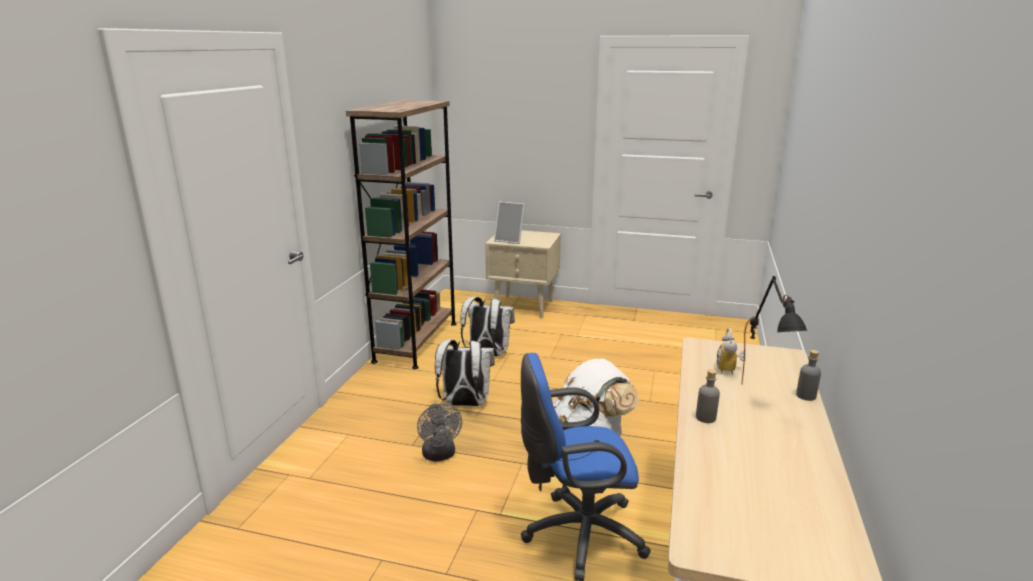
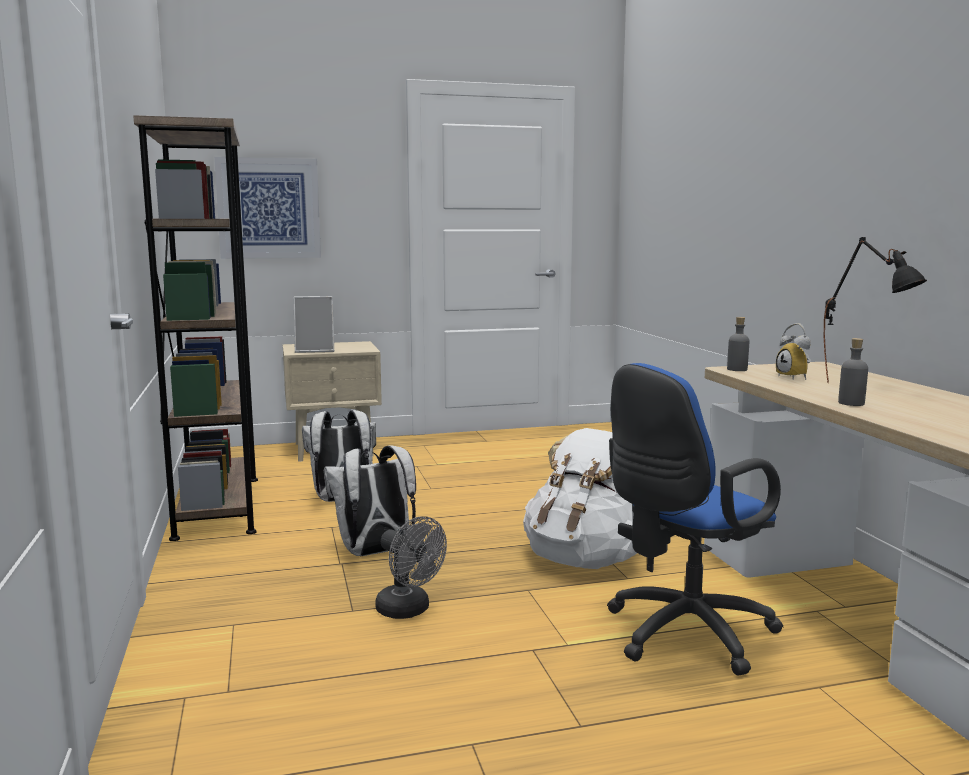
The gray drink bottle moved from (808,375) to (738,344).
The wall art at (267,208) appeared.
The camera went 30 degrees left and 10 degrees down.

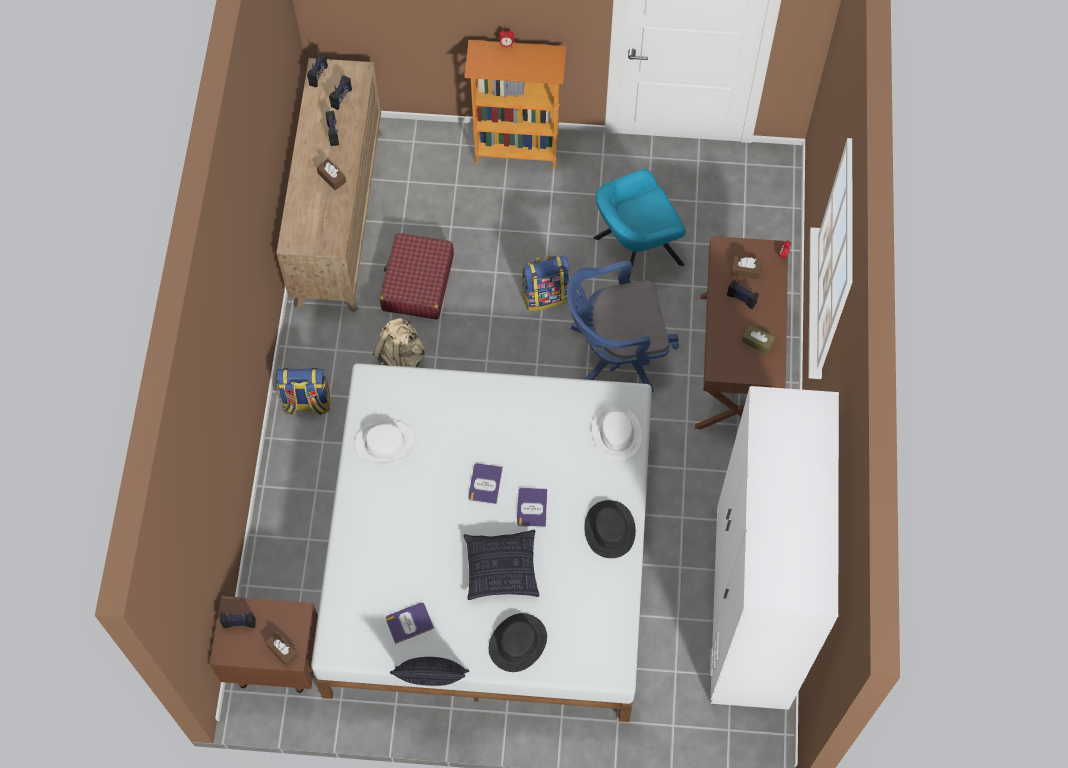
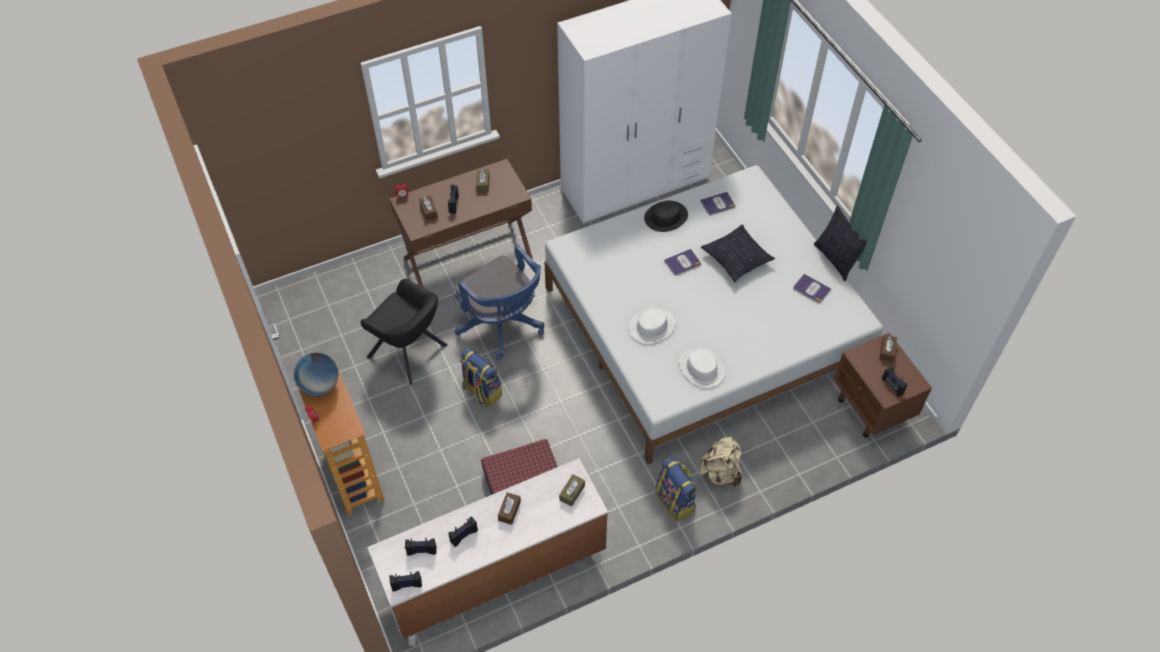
The brown-coloured chest of drawers at (329,185) became the white-coloured chest of drawers at (487,552).
The turquoise armchair at (639,224) became the blackish armchair at (404,332).
The beige knapsack moved from (399,343) to (721,461).
The white-coloured clothing hat moved from (617,432) to (652,325).
The volume moved from (485,484) to (717,204).
The blackish clothing hat at (518,642) disappeared.
The desk globe at (316,374) appeared.
The brown-coloured tissue holder at (572,490) appeared.
The camera went 120 degrees left and 10 degrees down.

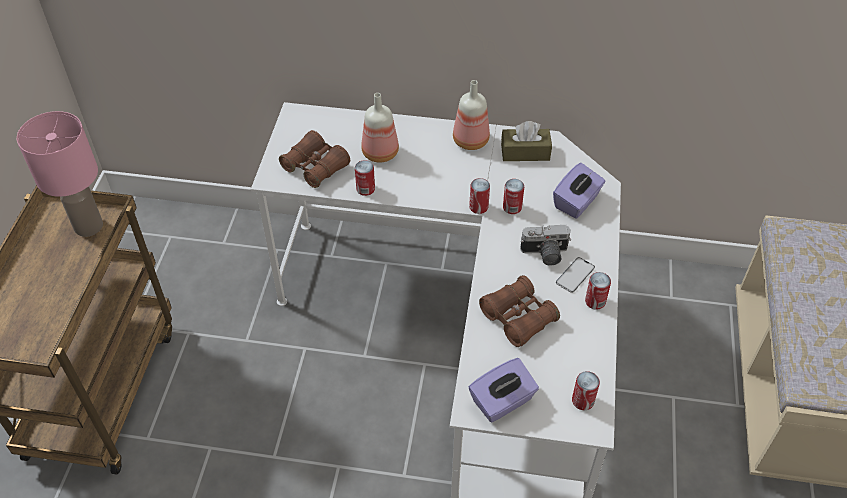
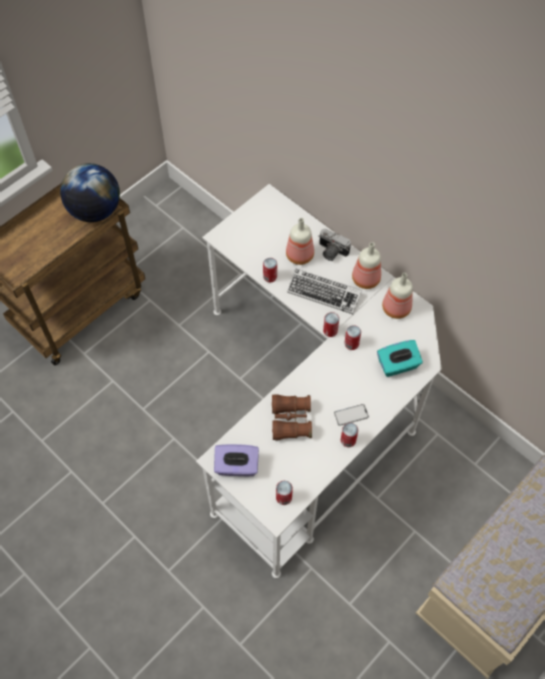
The pink-coloured lamp for a table at (60,174) was replaced by the desk globe at (90,192).
The brown-coloured tissue holder at (526,141) was replaced by the drink bottle at (397,296).
The brown-coloured field glasses at (314,159) disappeared.
The purple tissue holder at (579,190) became the turquoise tissue holder at (400,358).
The still camera moved from (545,245) to (334,245).
The PC keyboard at (324,291) appeared.
The camera went 35 degrees right and 10 degrees up.

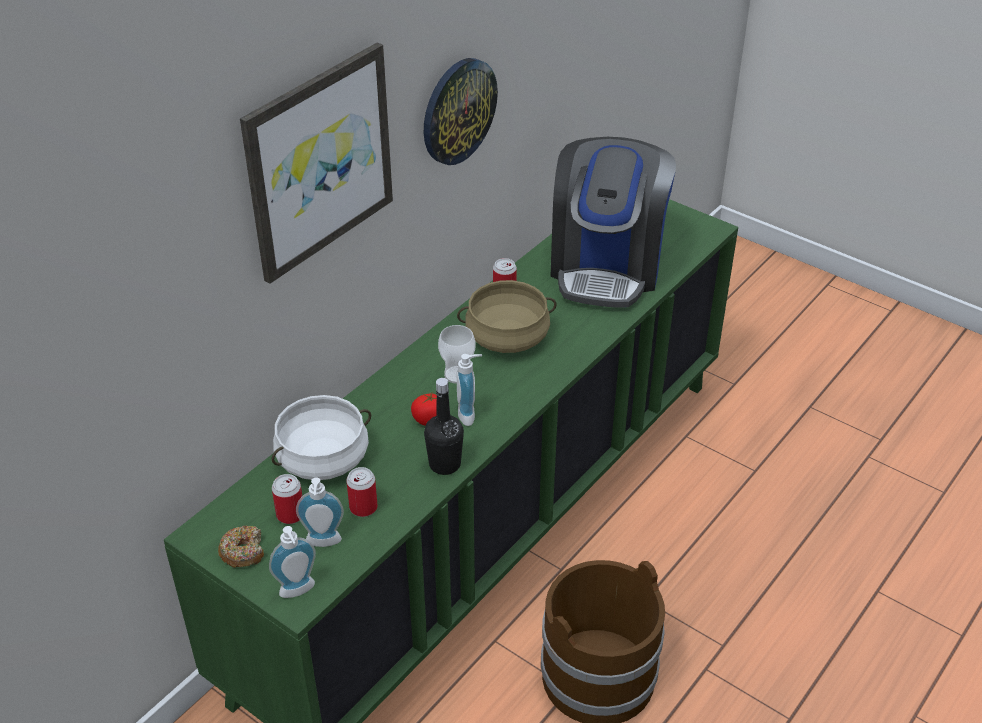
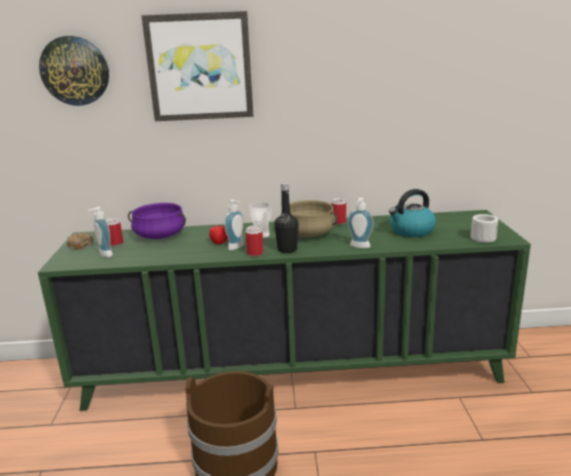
The hanging clock moved from (461,111) to (74,71).
The coffee brewer at (613,222) was replaced by the kettle at (412,213).
The blackish drink bottle moved from (444,426) to (286,218).
The white-coloured stockpot at (321,437) became the purple stockpot at (157,221).
The metal can moved from (362,492) to (254,241).
The liquid soap bottle moved from (292,562) to (361,223).
The white-coloured mug at (484,228) appeared.
The camera went 50 degrees right and 20 degrees down.

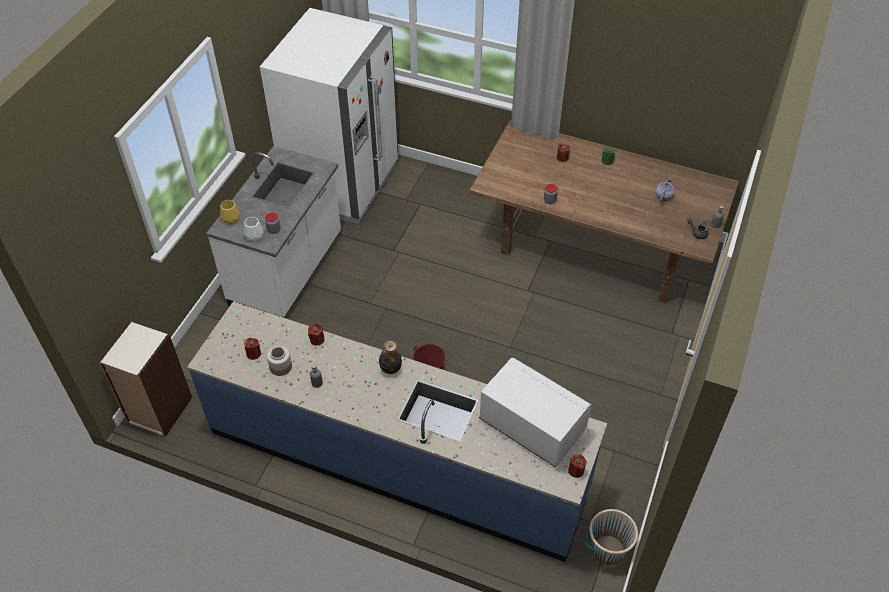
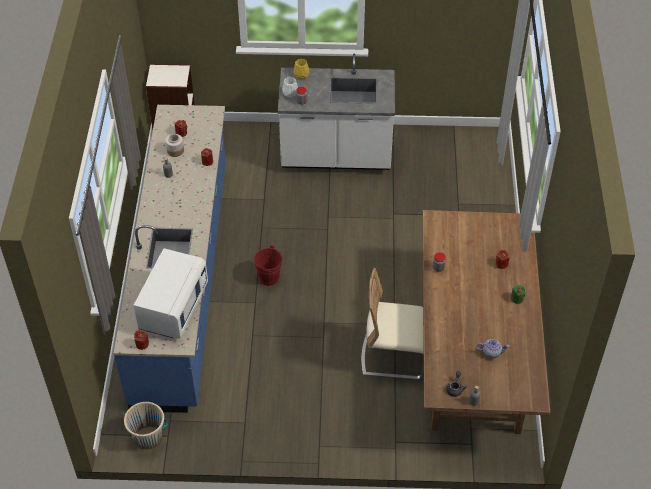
The white-coloured refrigerator at (329,116) disappeared.
The drink bottle at (390,357) disappeared.
The beige chair at (392,324) appeared.
The camera went 70 degrees right and 0 degrees up.

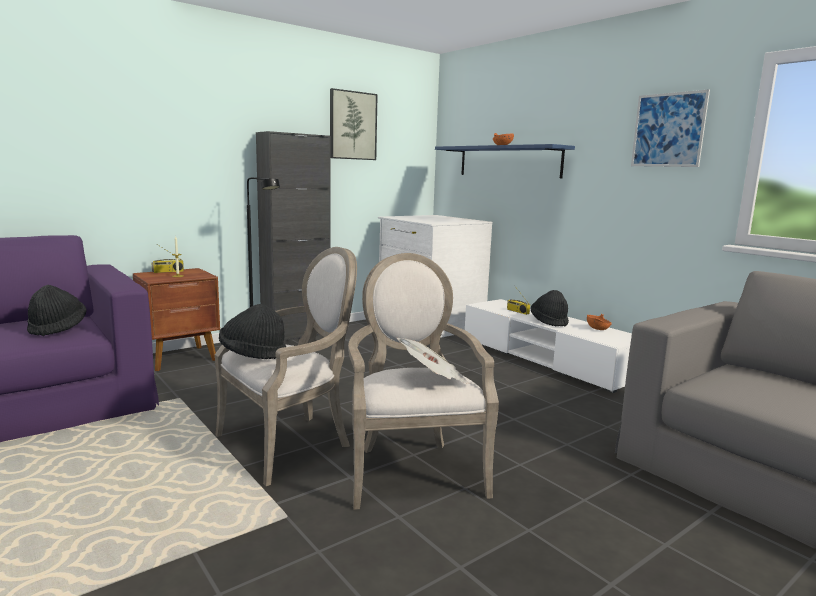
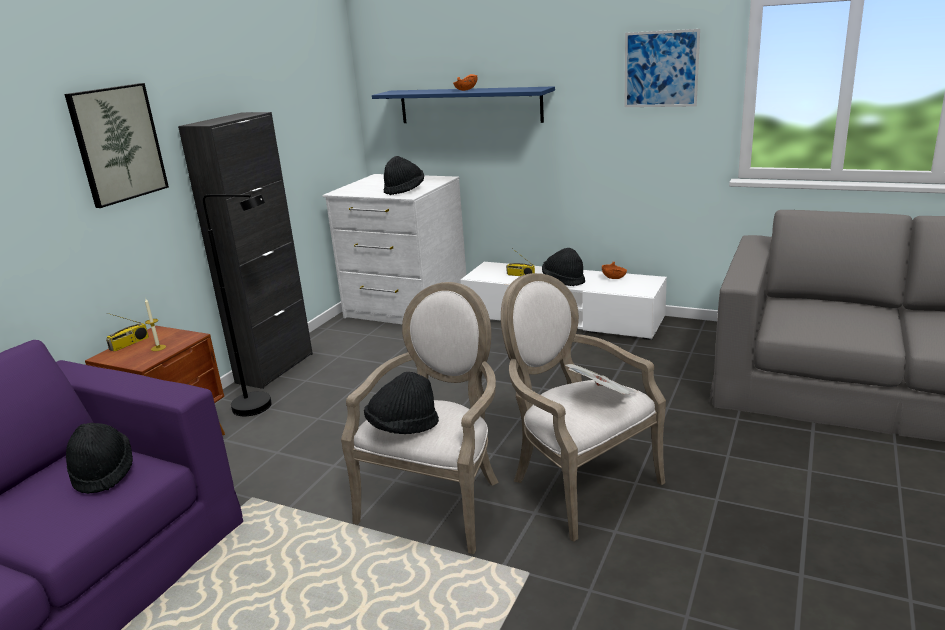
The wall art moved from (354,124) to (116,145).
The blackish clothing hat at (404,175) appeared.
The camera went 25 degrees left and 10 degrees up.

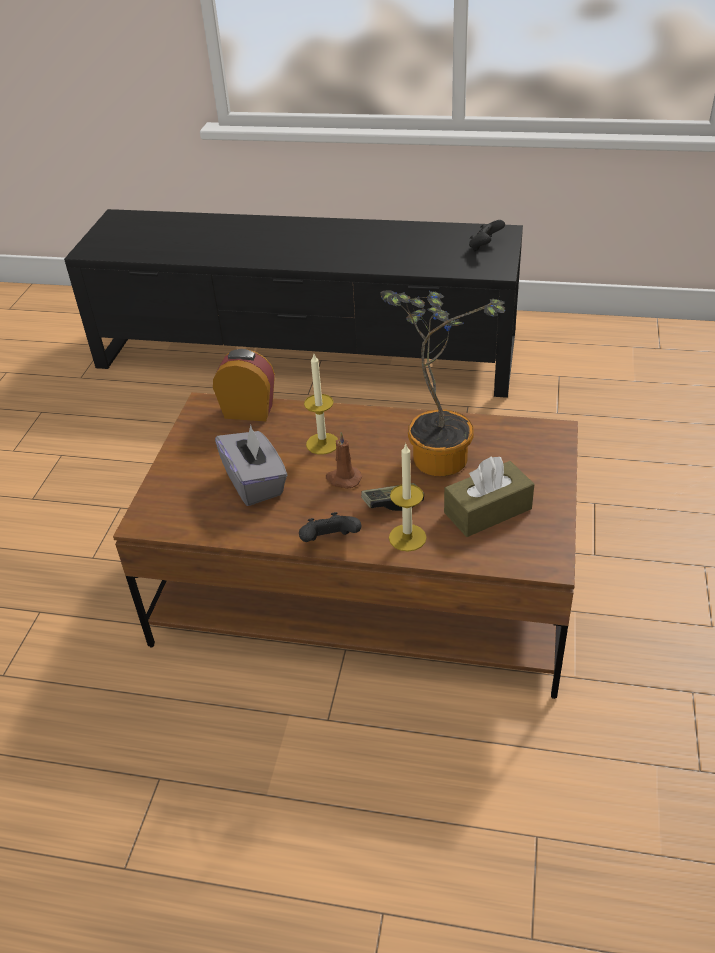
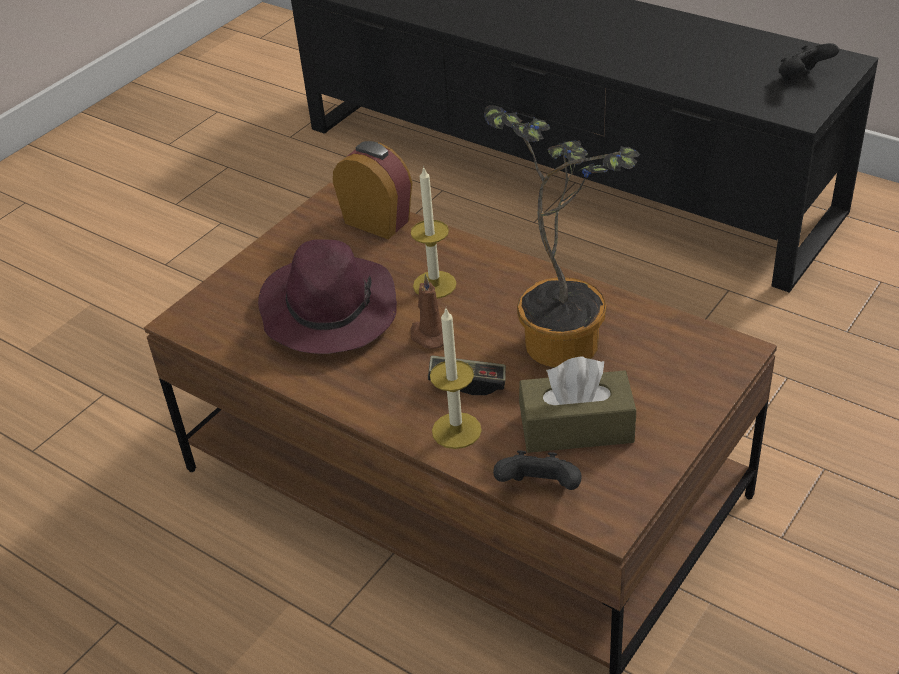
The gray tissue holder at (251,465) was replaced by the purple clothing hat at (327,297).
The blackish game controller moved from (330,527) to (537,470).
The camera went 25 degrees right and 0 degrees up.

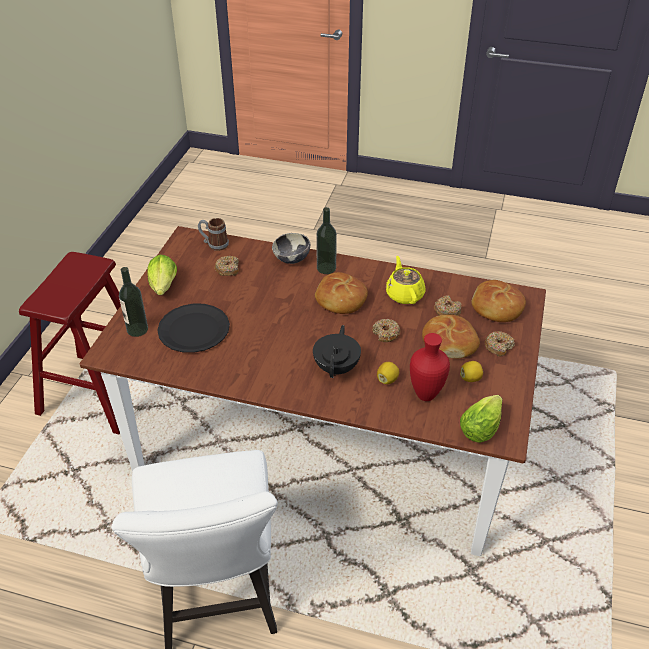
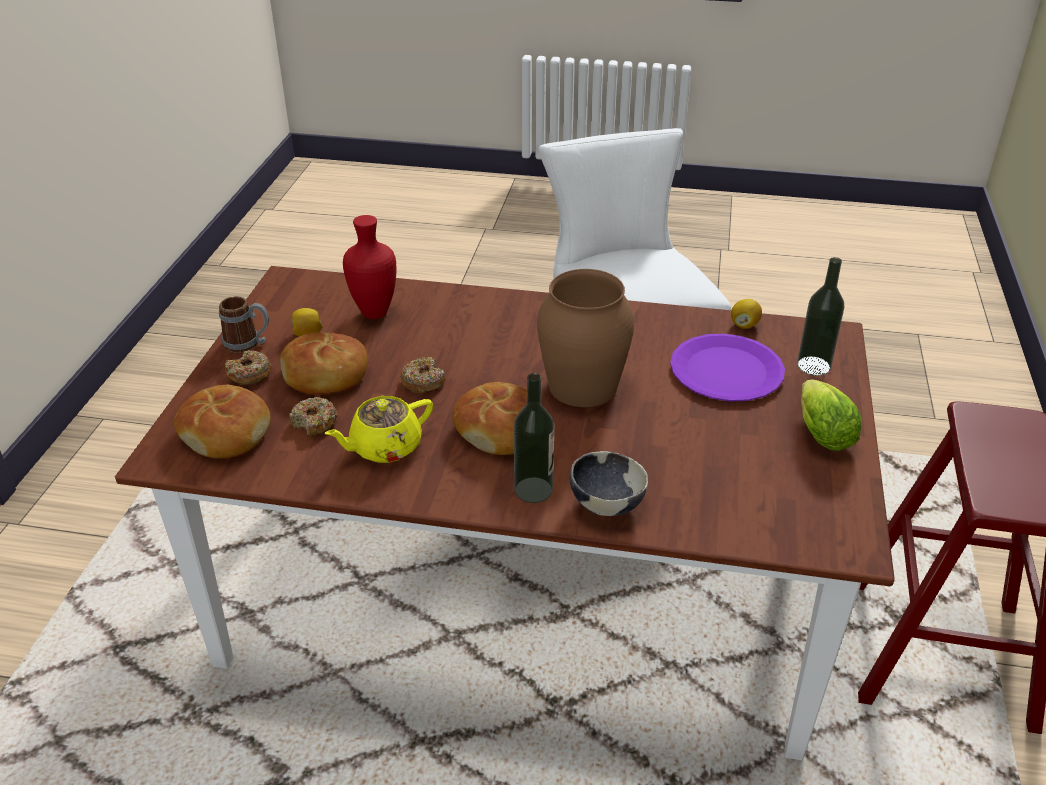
The mug moved from (213,234) to (244,324).
The donut at (227,266) disappeared.
The yellow tea pot at (406,280) turned 75 degrees clockwise.
The blackish dinner plate at (193,328) became the purple dinner plate at (727,367).
The blackish tea pot at (337,351) disappeared.
The whole lemon moved from (388,373) to (746,314).
The lettuce head at (481,419) disappeared.
The brown-coloured vase at (585,338) appeared.
The camera went 175 degrees right and 5 degrees down.

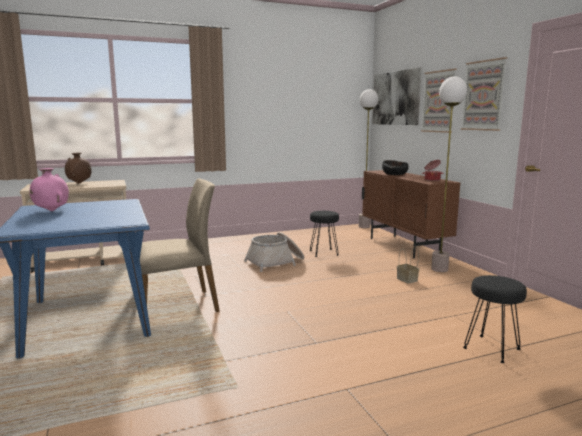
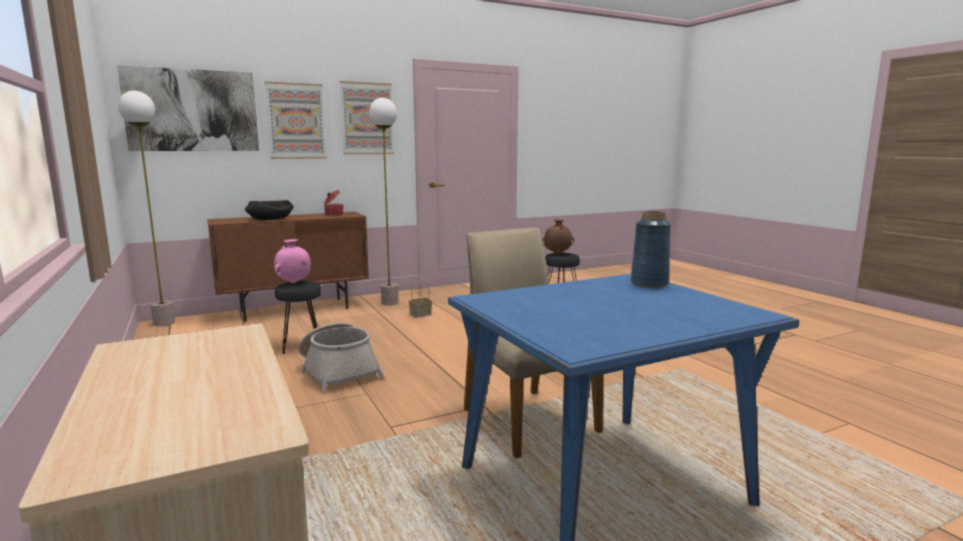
The brown-coloured vase moved from (78,168) to (558,236).
The pink-coloured vase moved from (49,189) to (292,261).
The bluish vase at (650,249) appeared.
The camera went 95 degrees left and 0 degrees up.

